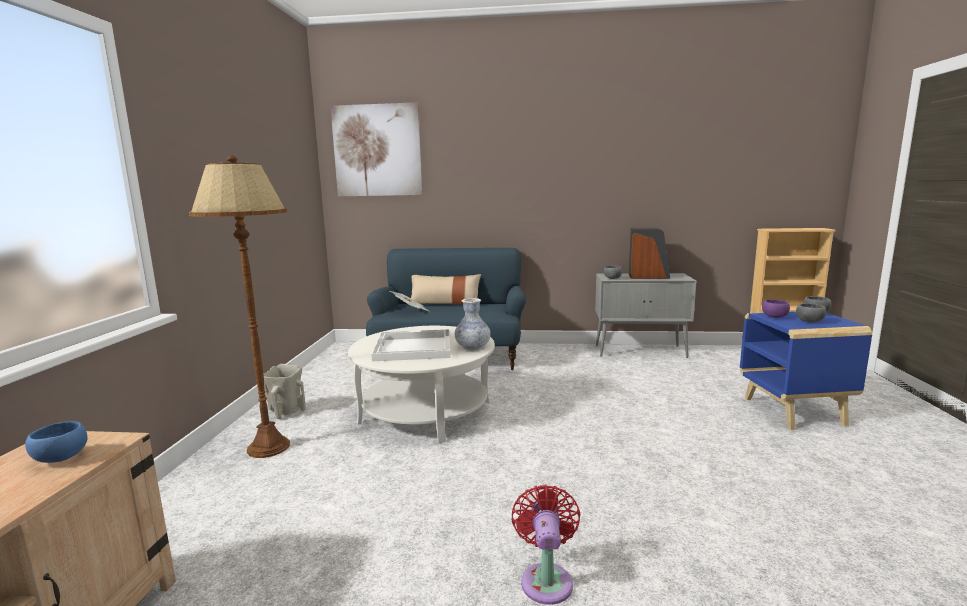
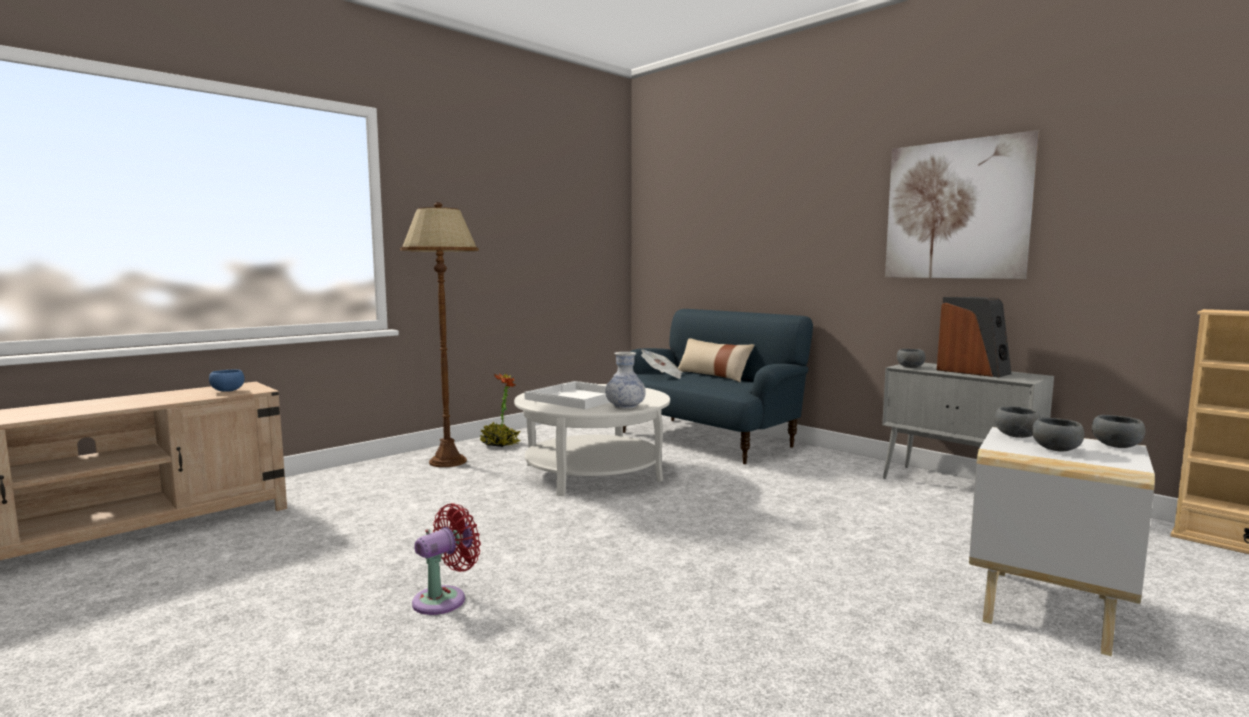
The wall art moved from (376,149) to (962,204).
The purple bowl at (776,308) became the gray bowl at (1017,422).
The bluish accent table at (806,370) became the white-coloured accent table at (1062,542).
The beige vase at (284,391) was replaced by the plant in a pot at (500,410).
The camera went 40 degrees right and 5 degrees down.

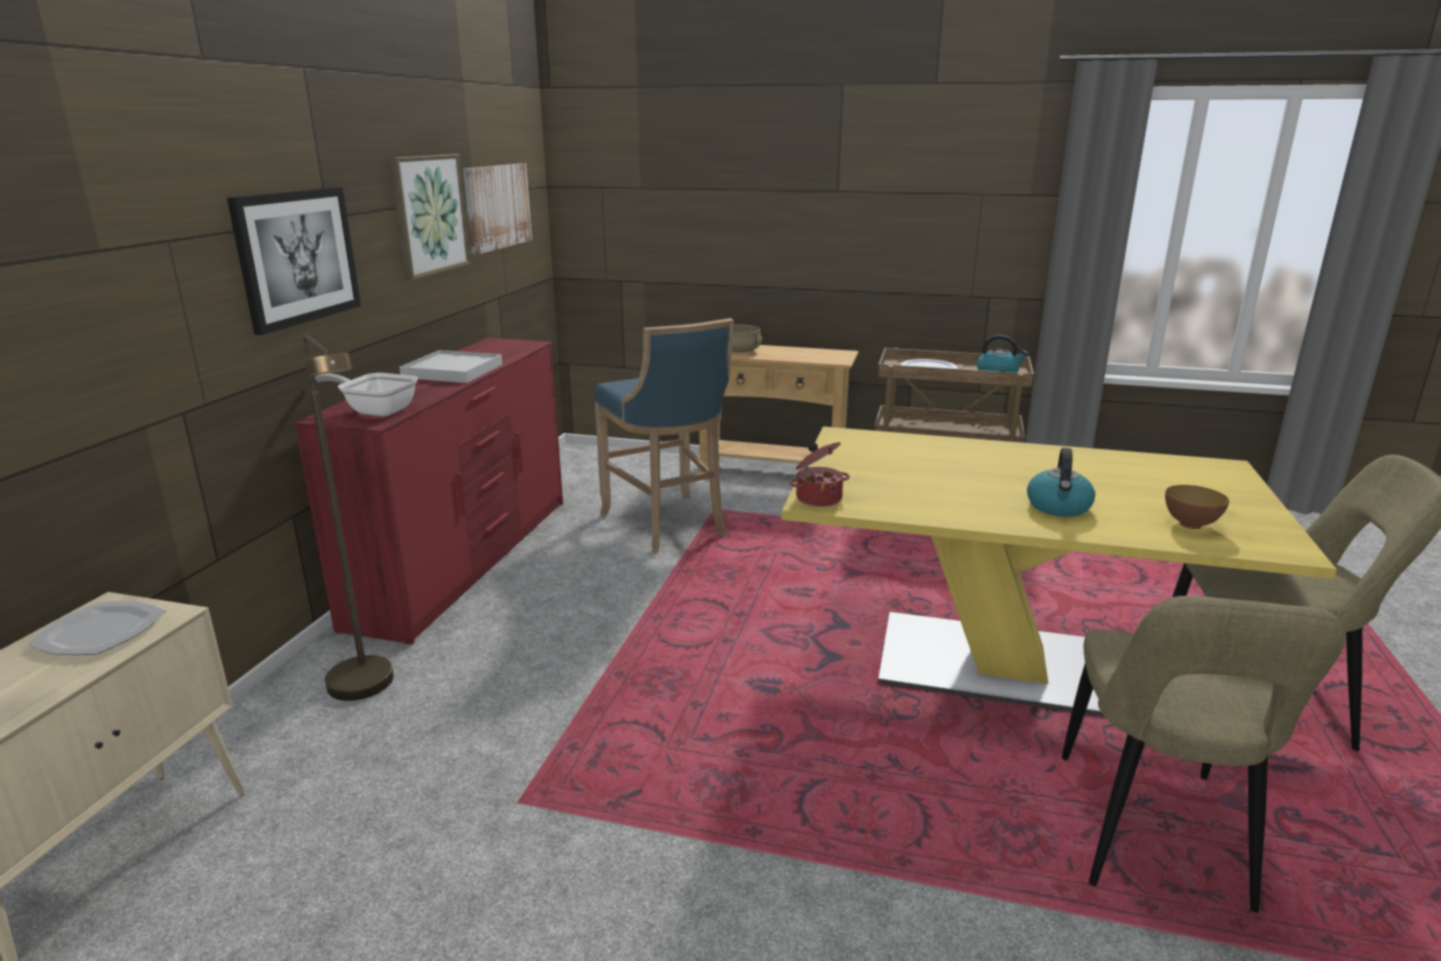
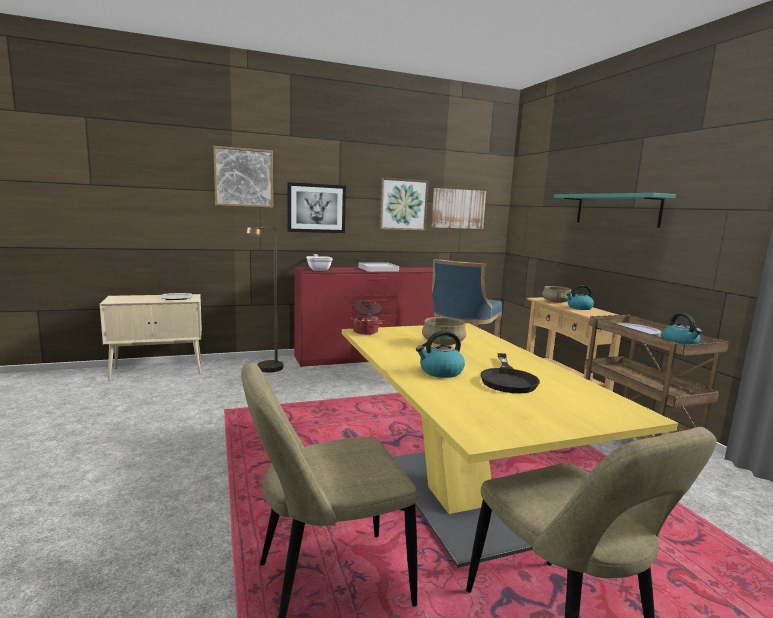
The bowl at (1197,507) disappeared.
The wall art at (243,177) appeared.
The turquoise shelf at (615,210) appeared.
The kettle at (580,297) appeared.
The beige stockpot at (444,331) appeared.
The blackish frying pan at (510,373) appeared.
The camera went 55 degrees right and 10 degrees down.

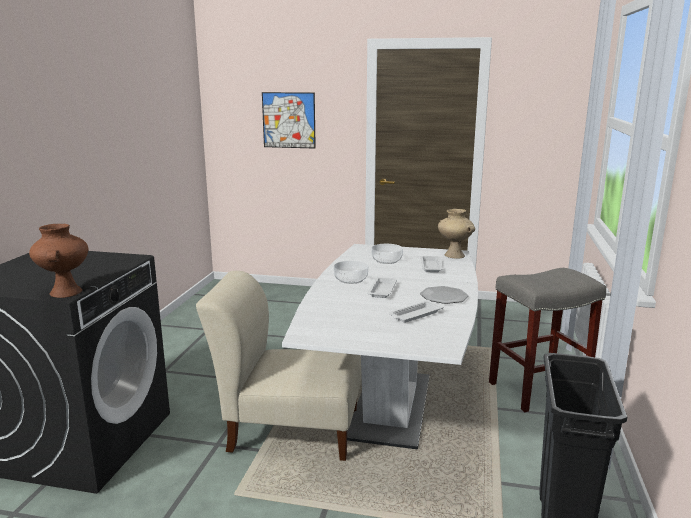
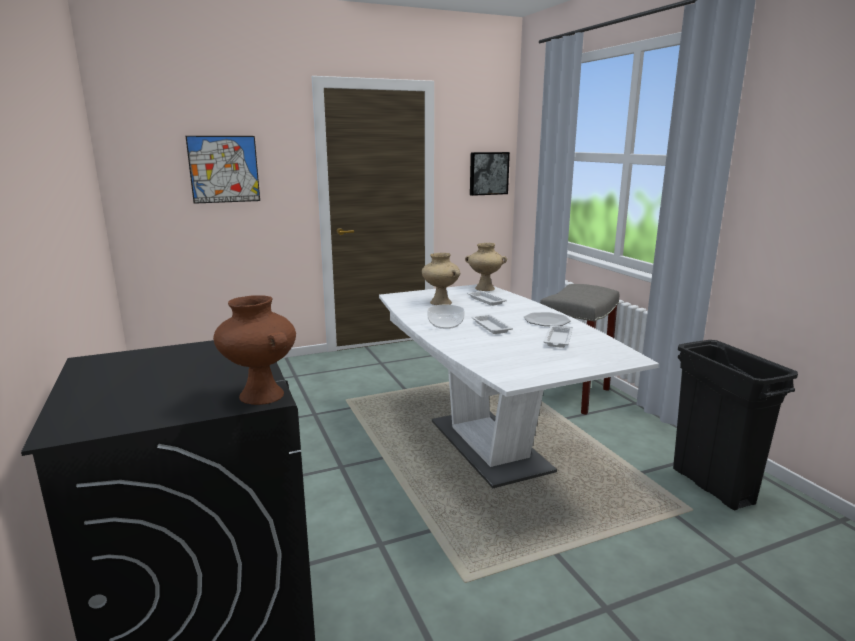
The bowl at (387,254) was replaced by the beige vase at (441,279).
The beige chair at (278,366) disappeared.
The wall art at (490,174) appeared.
The camera went 35 degrees left and 0 degrees up.

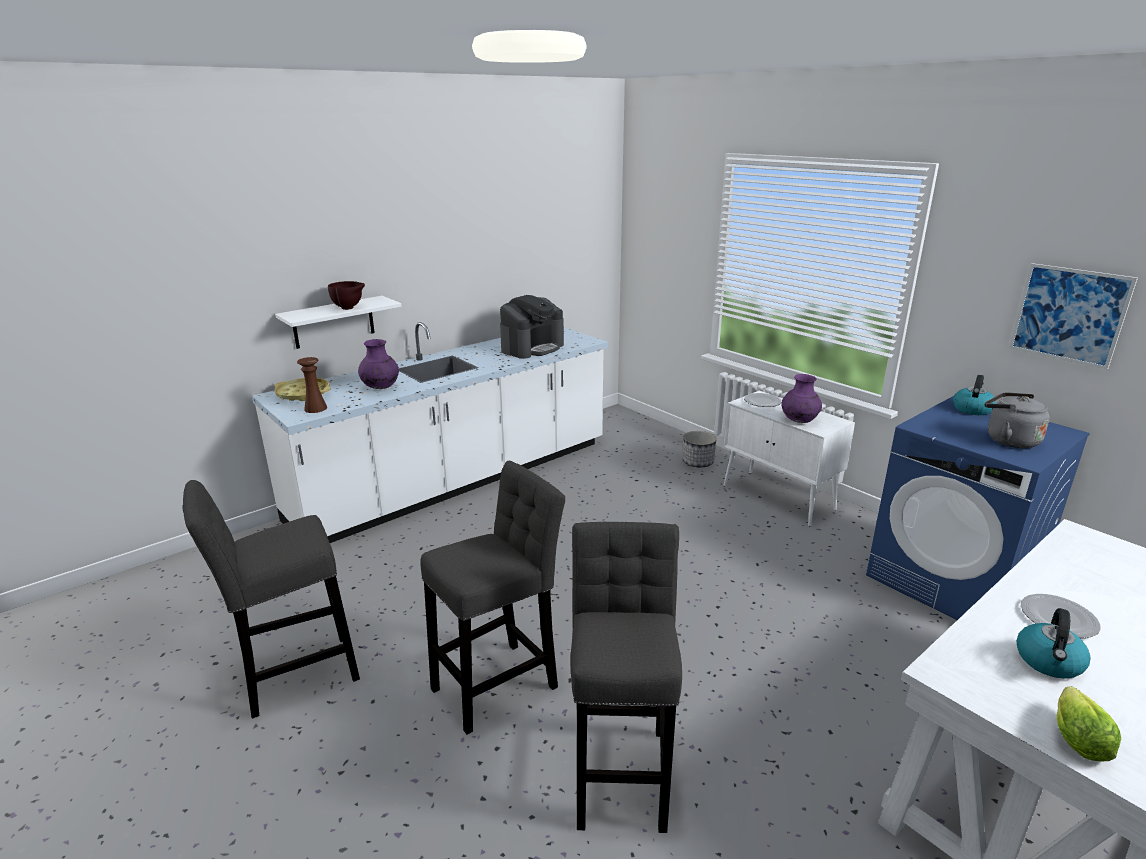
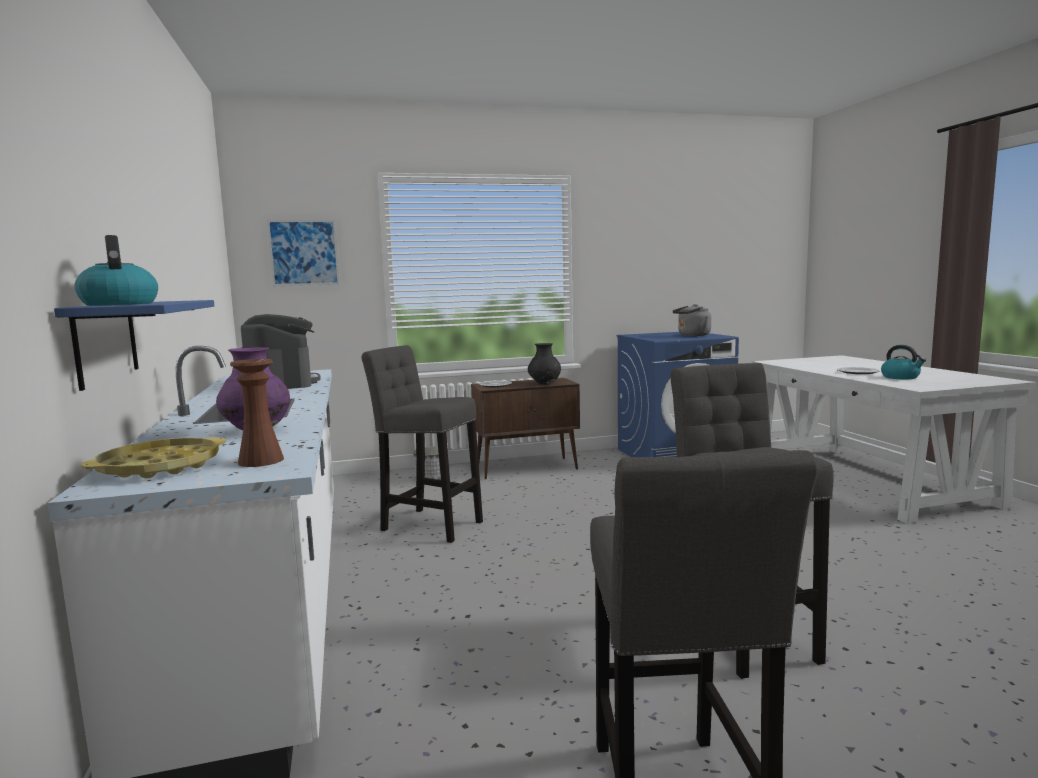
The wall art moved from (1073,316) to (303,253).
The brown-coloured bowl at (346,295) disappeared.
The white-coloured shelf at (338,322) became the bluish shelf at (134,345).
The purple vase at (801,398) became the blackish vase at (544,363).
The kettle moved from (974,395) to (116,270).
The white-coloured storage cabinet at (789,458) became the brown-coloured storage cabinet at (525,428).
The gray sitting stool moved from (626,677) to (422,444).
The lettuce head at (1088,724) disappeared.
The camera went 65 degrees left and 15 degrees down.

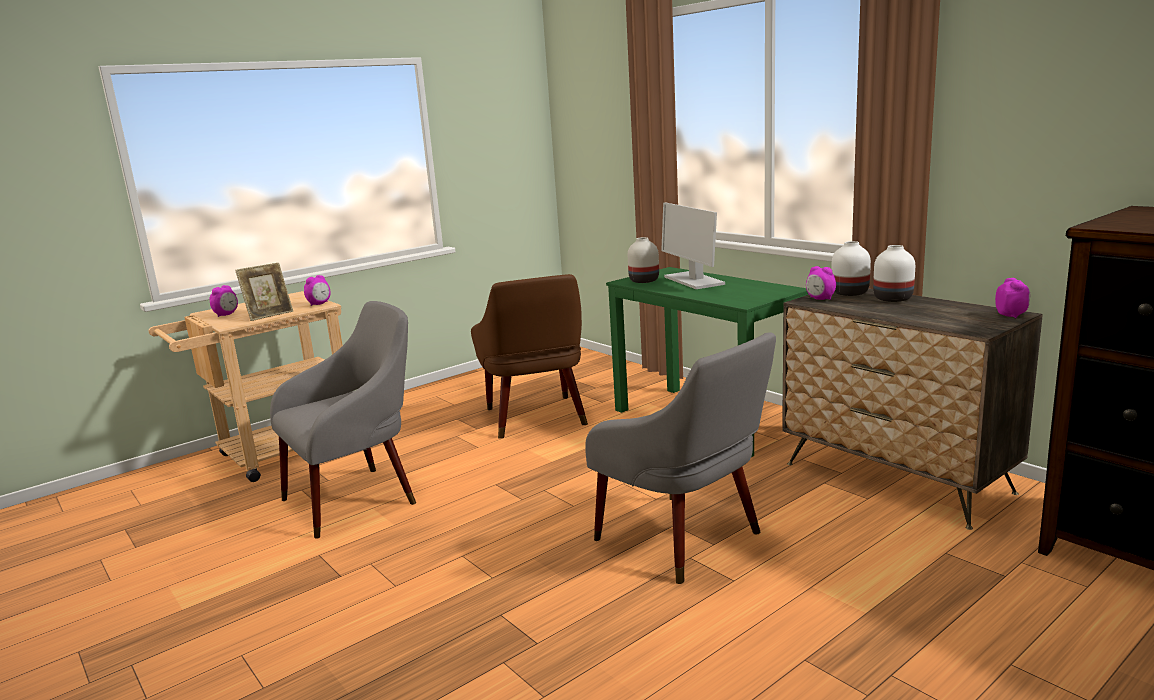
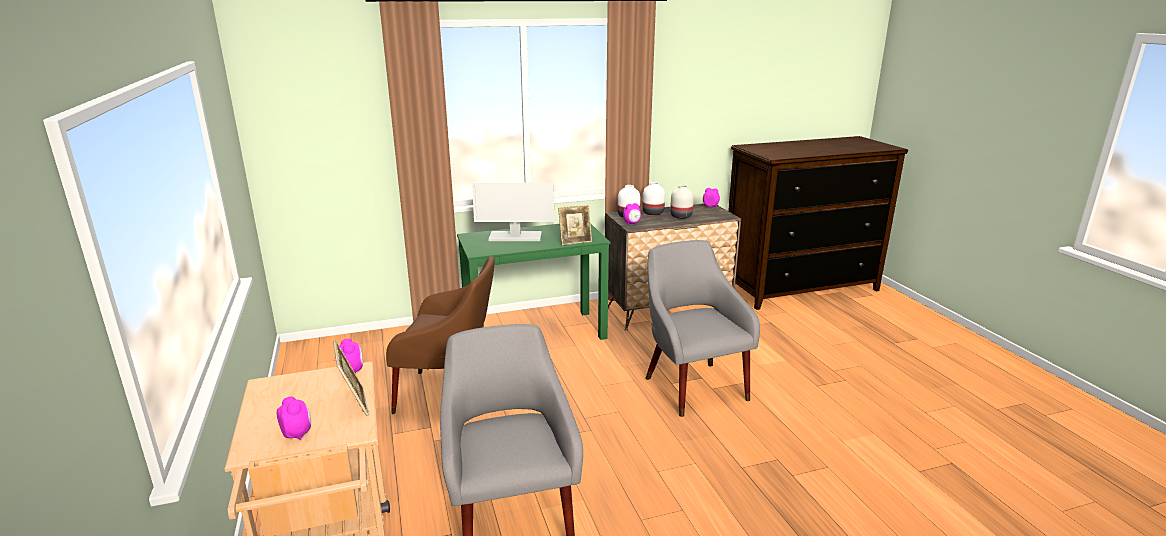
The white-coloured vase moved from (643,260) to (682,202).
The gray armchair at (680,458) turned 90 degrees counterclockwise.
The photo frame at (575,225) appeared.
The camera went 70 degrees left and 5 degrees up.

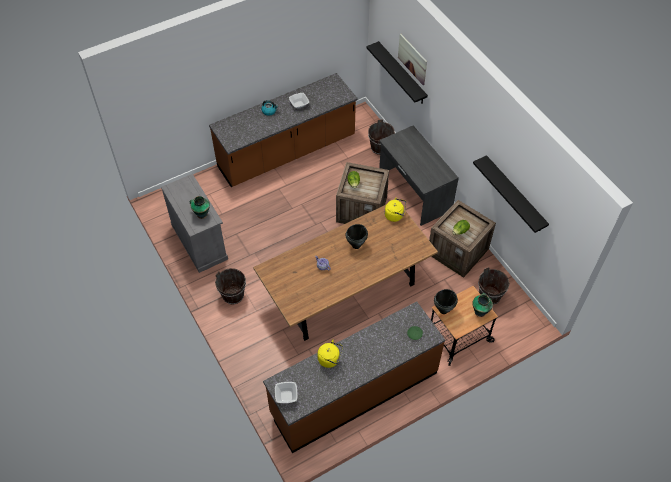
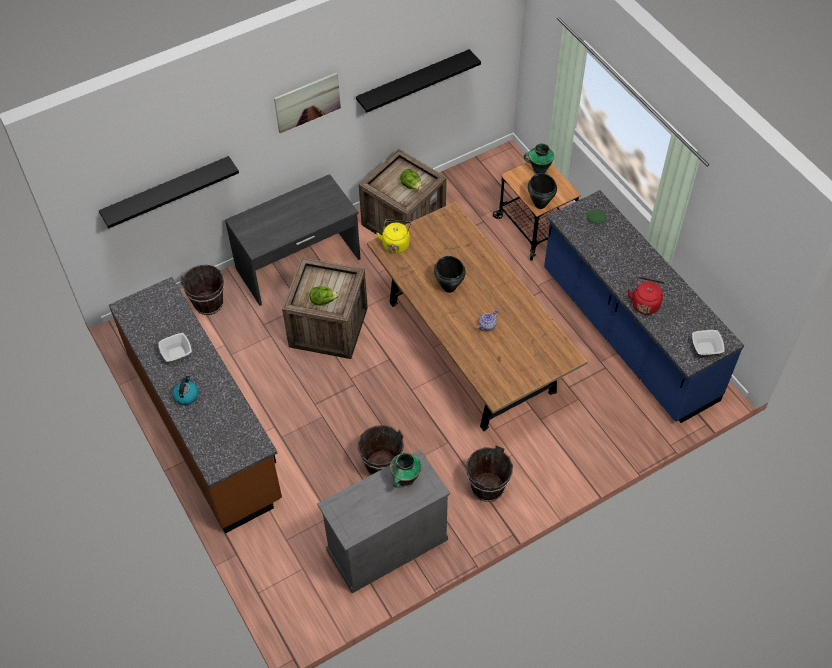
The wall art moved from (412,59) to (307,102).
The brown-coloured water bucket moved from (494,286) to (380,450).
The brown-coloured counter at (354,377) became the bluish counter at (644,306).
The yellow kettle at (330,353) became the red kettle at (646,296).
The camera went 90 degrees left and 0 degrees up.

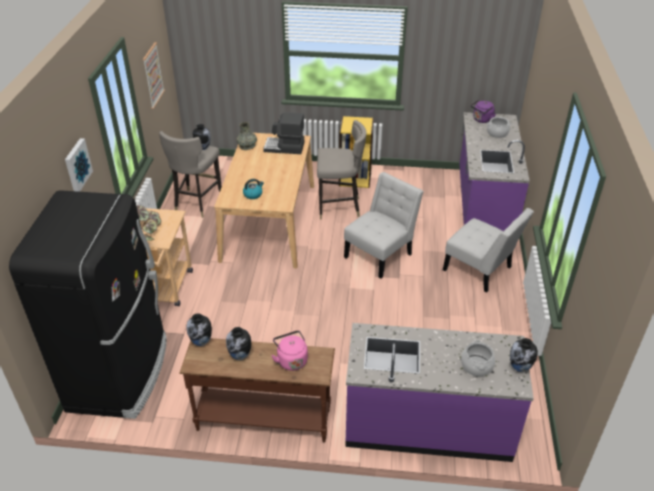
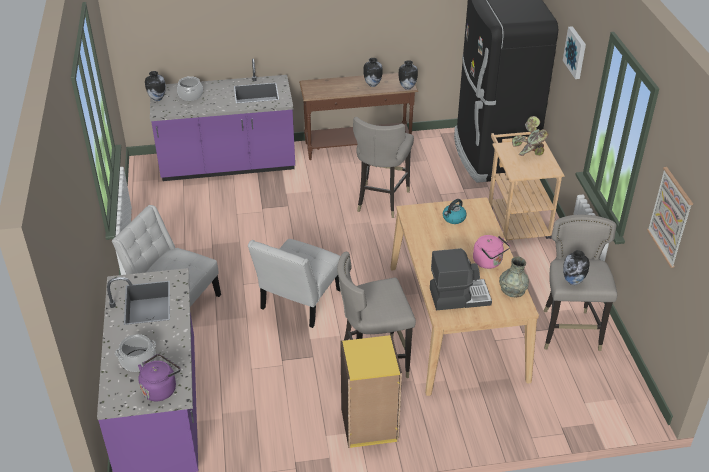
The pink-coloured kettle moved from (289,350) to (491,252).
The gray sitting stool at (383,167) appeared.
The camera went 165 degrees right and 0 degrees up.

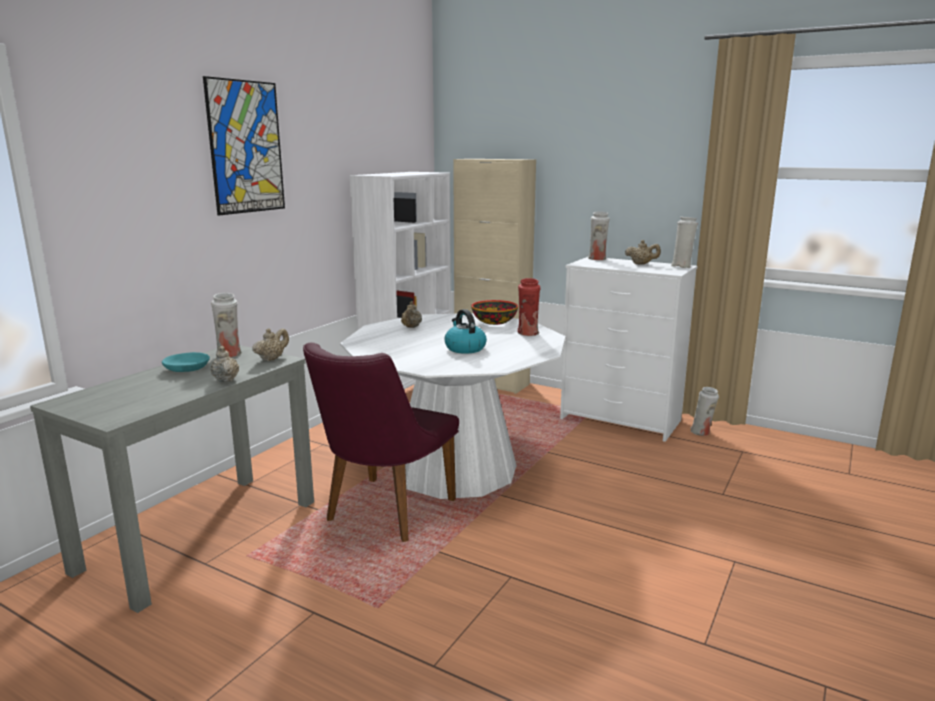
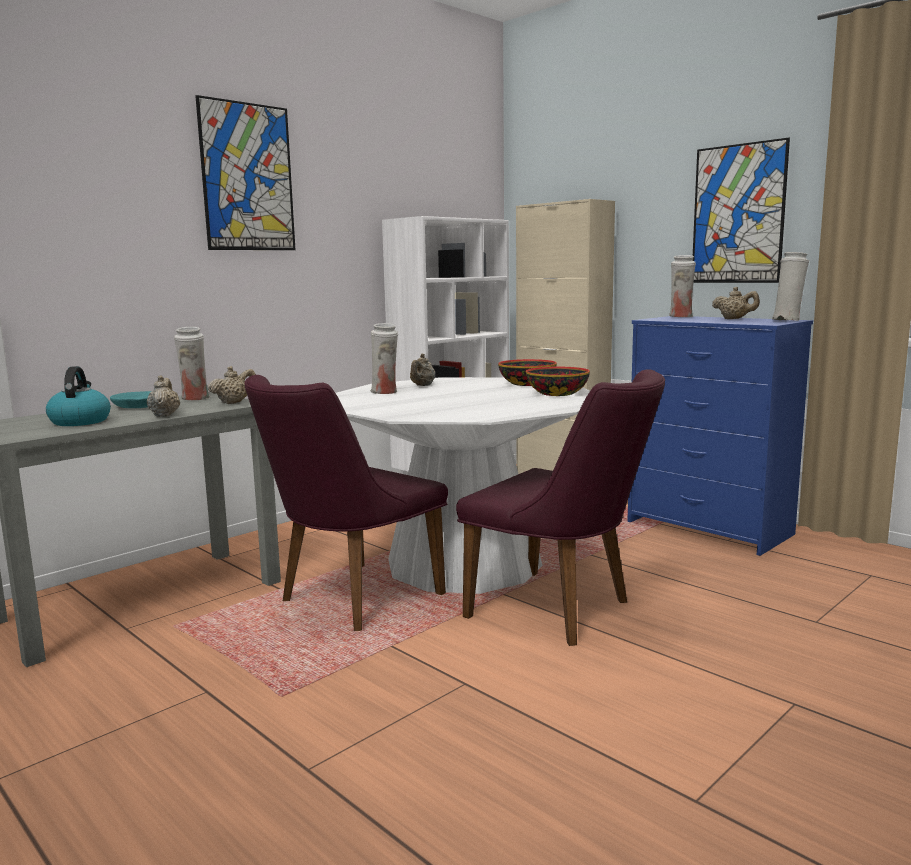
The white-coloured chest of drawers at (629,349) became the bluish chest of drawers at (720,436).
The red vase at (528,307) was replaced by the bowl at (558,381).
The kettle moved from (466,331) to (78,396).
The white-coloured vase moved from (705,411) to (384,358).
The wall art at (741,210) appeared.
The purple chair at (560,507) appeared.
The camera went 15 degrees right and 5 degrees down.

